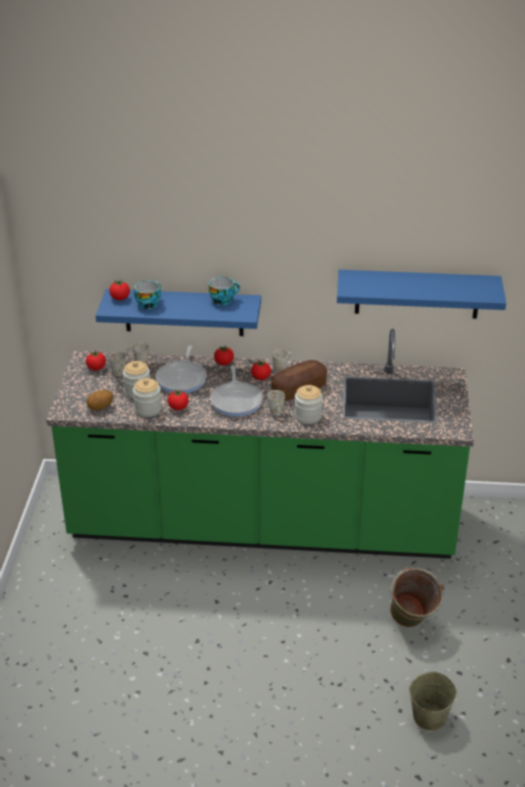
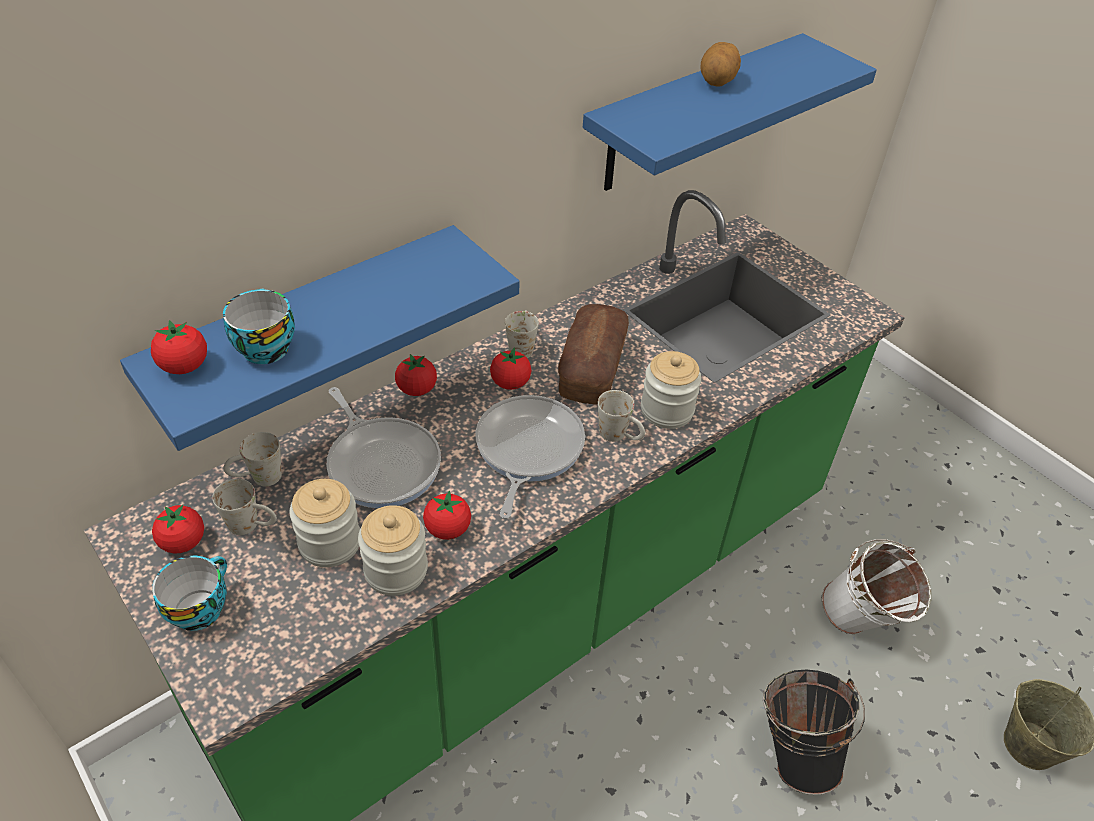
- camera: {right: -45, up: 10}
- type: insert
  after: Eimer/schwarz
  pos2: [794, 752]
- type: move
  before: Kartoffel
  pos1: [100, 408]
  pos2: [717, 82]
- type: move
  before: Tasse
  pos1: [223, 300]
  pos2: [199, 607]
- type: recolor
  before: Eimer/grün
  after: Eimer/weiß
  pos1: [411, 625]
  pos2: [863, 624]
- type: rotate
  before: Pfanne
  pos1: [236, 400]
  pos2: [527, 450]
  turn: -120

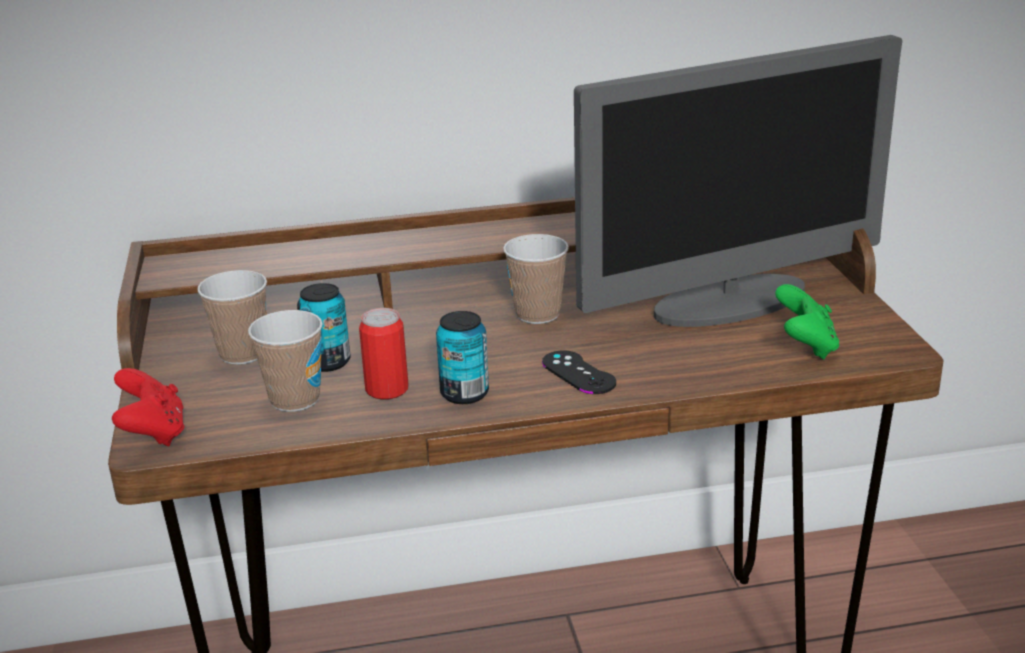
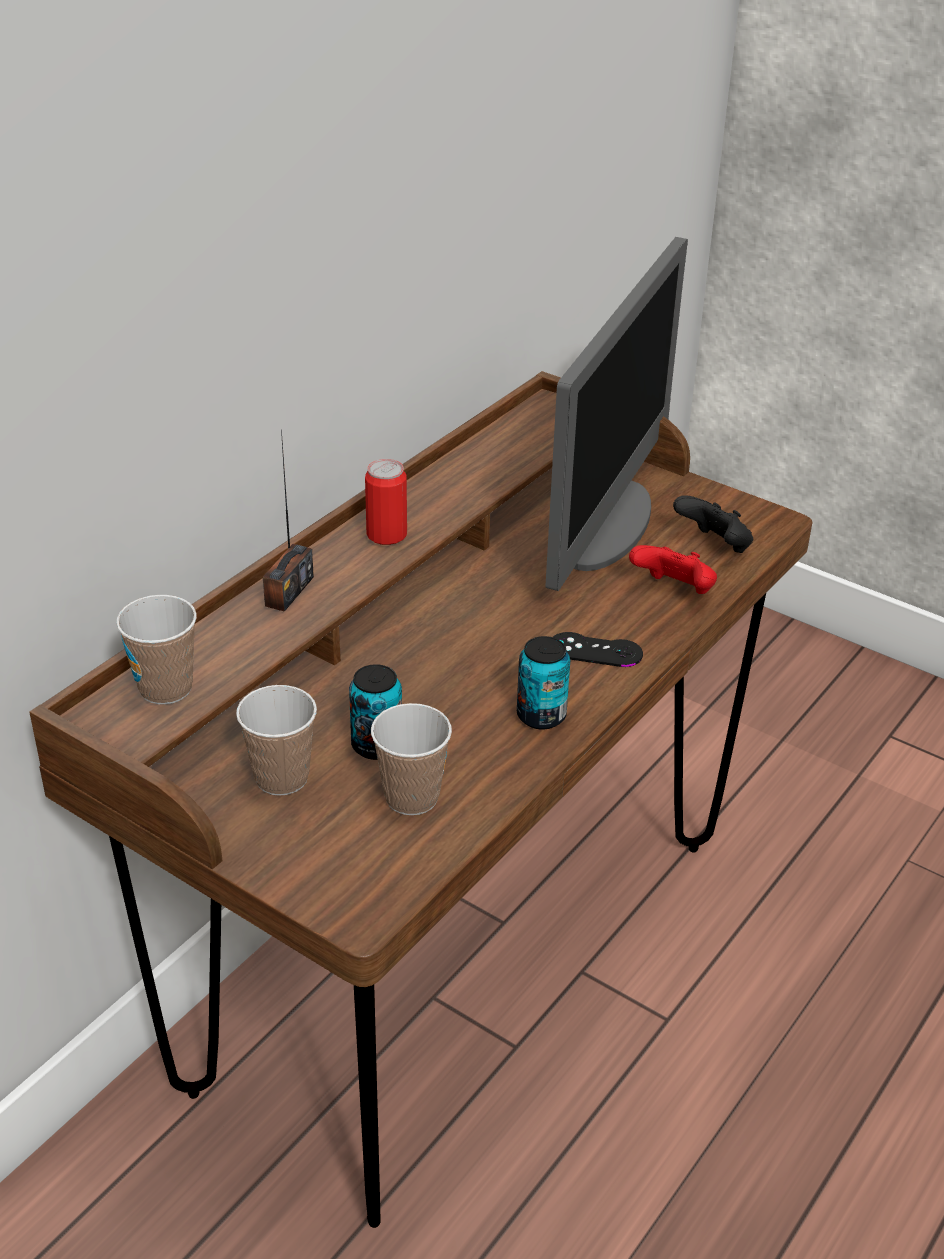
- camera: {right: -45, up: 10}
- type: insert
  after: Radio
  pos2: [289, 591]
- type: move
  before: Gamepad/rot
  pos1: [154, 434]
  pos2: [674, 592]
- type: move
  before: Dose
  pos1: [387, 389]
  pos2: [386, 534]
- type: move
  before: Tasse
  pos1: [537, 314]
  pos2: [166, 688]
- type: recolor
  before: Gamepad/grün
  after: Gamepad/schwarz
  pos1: [805, 347]
  pos2: [714, 546]

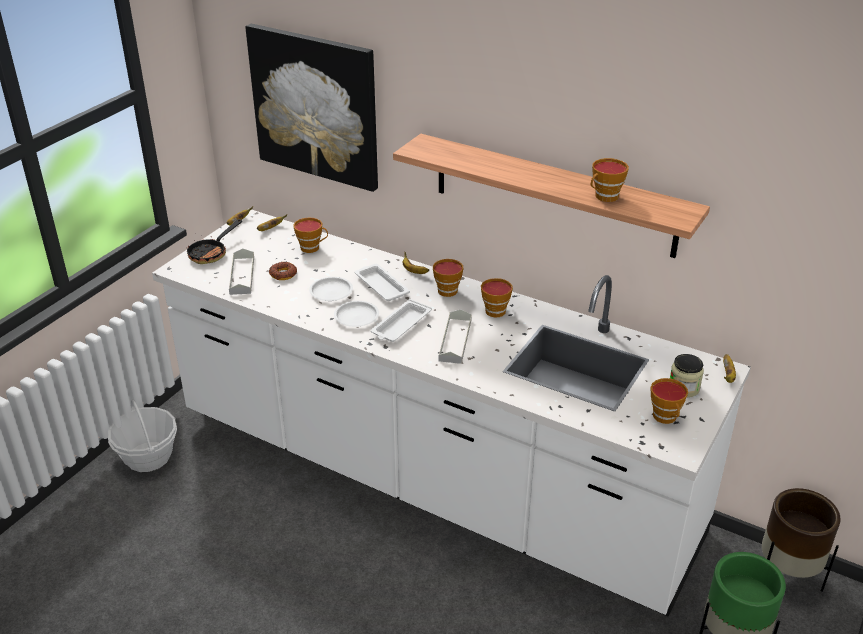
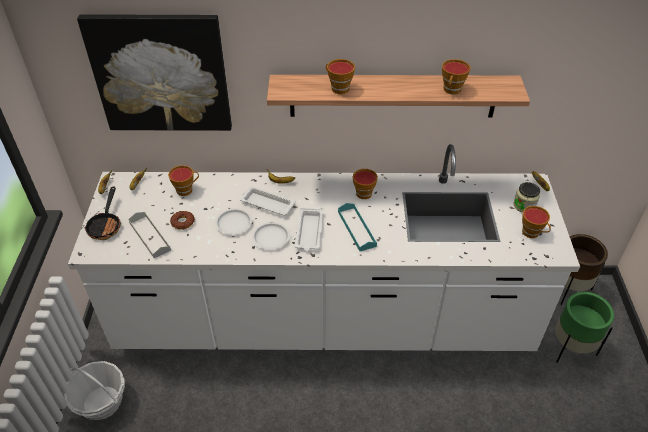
- camera: {right: -30, up: 10}
- type: move
  before: Tasse
  pos1: [446, 289]
  pos2: [338, 88]
- type: recolor
  before: Tablett/grau
  after: Tablett/türkis
  pos1: [455, 340]
  pos2: [356, 229]

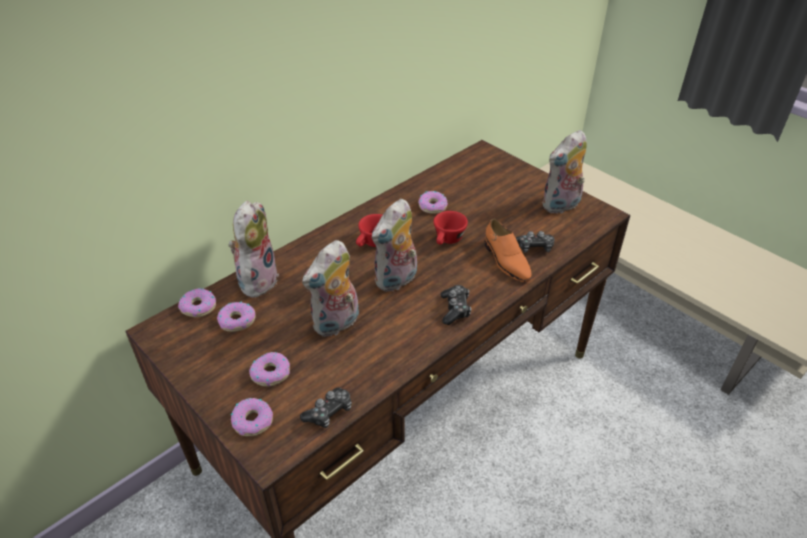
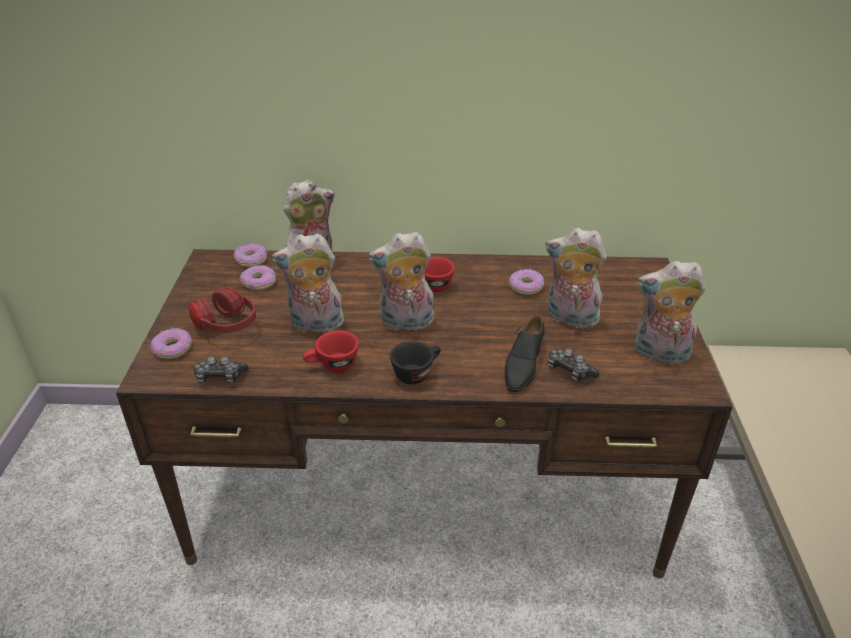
- camera: {right: 45, up: -5}
- type: insert
  after: Plüschtier
  pos2: [569, 319]
- type: move
  before: Tasse/rot
  pos1: [448, 240]
  pos2: [332, 366]
- type: replace
  before: Donut
  after: Kopfhörer/rot
  pos1: [270, 373]
  pos2: [226, 327]
- type: replace
  before: Gamepad
  after: Tasse/schwarz
  pos1: [455, 309]
  pos2: [416, 373]
- type: recolor
  before: Schuh/orange
  after: Schuh/schwarz
  pos1: [506, 261]
  pos2: [522, 366]

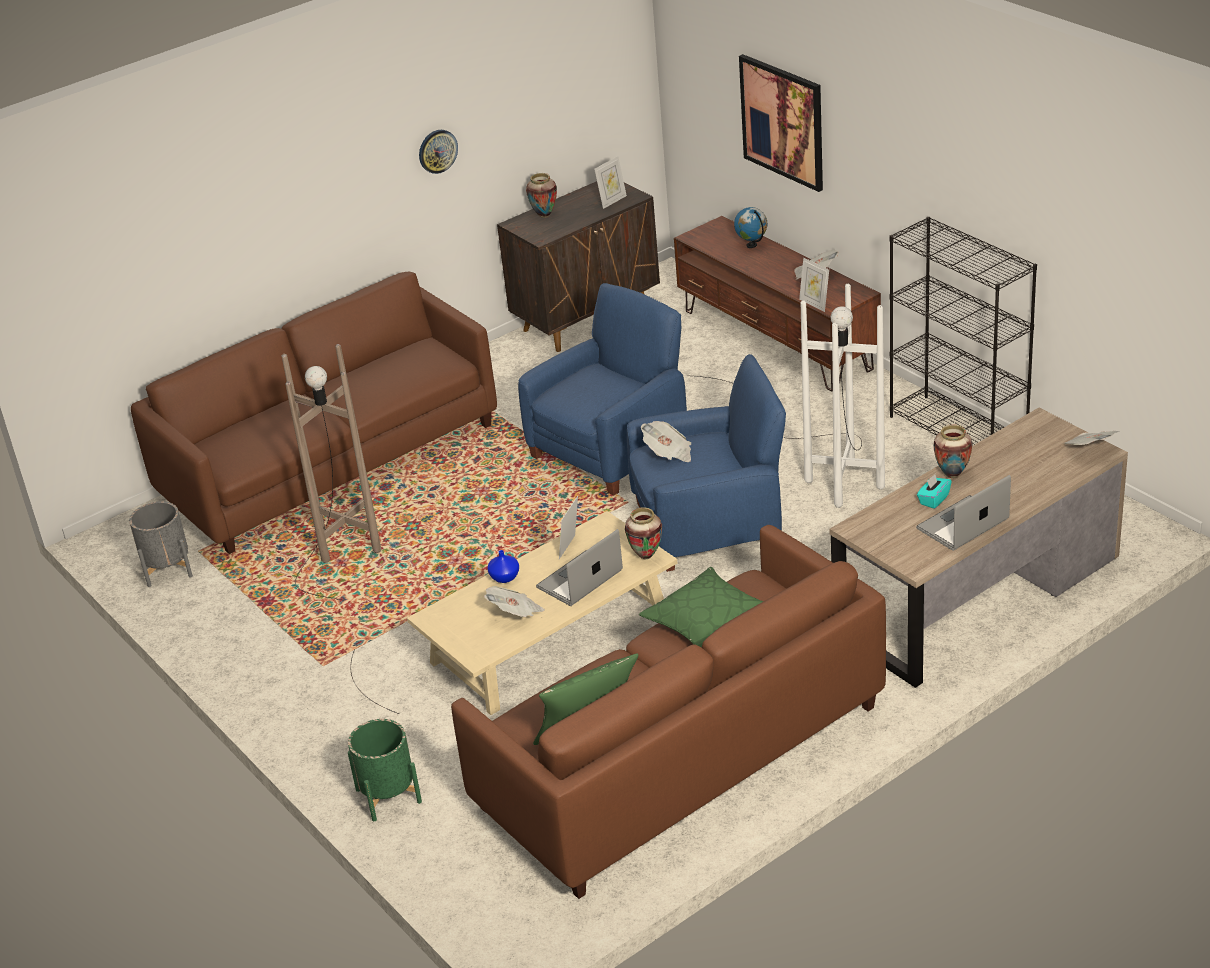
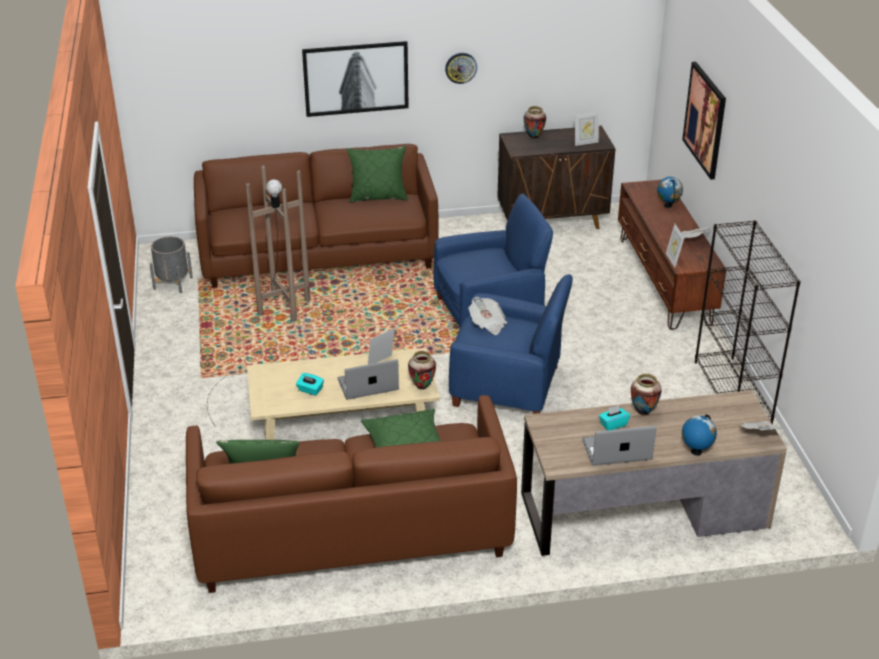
- camera: {right: 25, up: 0}
- type: delete
  before: Pflanzkübel/grün
  pos1: [388, 796]
- type: delete
  before: Vase/blau
  pos1: [505, 578]
- type: delete
  before: Stehlampe/weiß
  pos1: [815, 453]
- type: insert
  after: Bild
  pos2: [356, 78]
- type: insert
  after: Kissen/grün
  pos2: [378, 196]
- type: insert
  after: Globus
  pos2: [696, 452]
- type: replace
  before: Zeitung
  after: Taschentuchbox/türkis
  pos1: [516, 613]
  pos2: [310, 390]

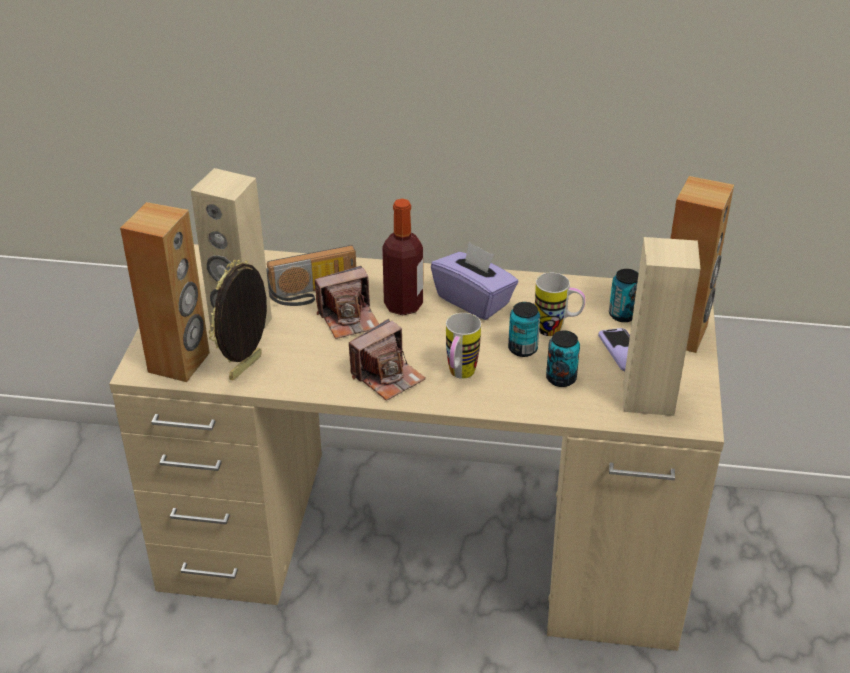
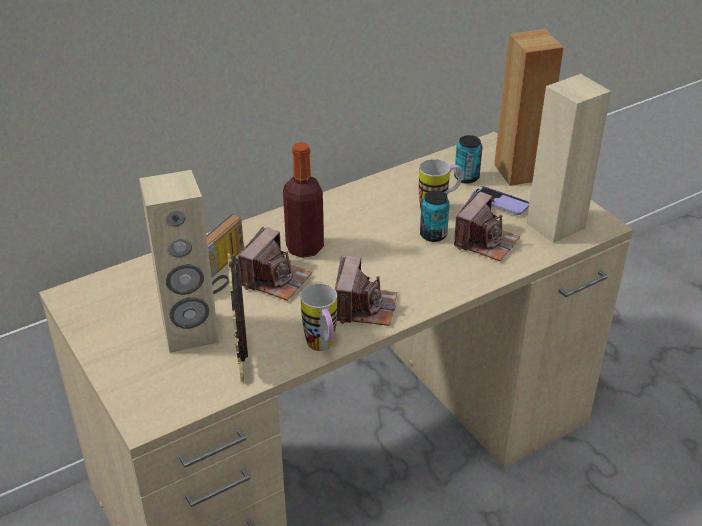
- camera: {right: -40, up: 0}
- type: delete
  before: Lautsprecher/braun
  pos1: [179, 362]
- type: delete
  before: Taschentuchbox/lila
  pos1: [474, 300]
- type: move
  before: Henkelbecher
  pos1: [459, 376]
  pos2: [323, 348]
- type: replace
  before: Dose
  after: Kamera
  pos1: [561, 378]
  pos2: [485, 242]

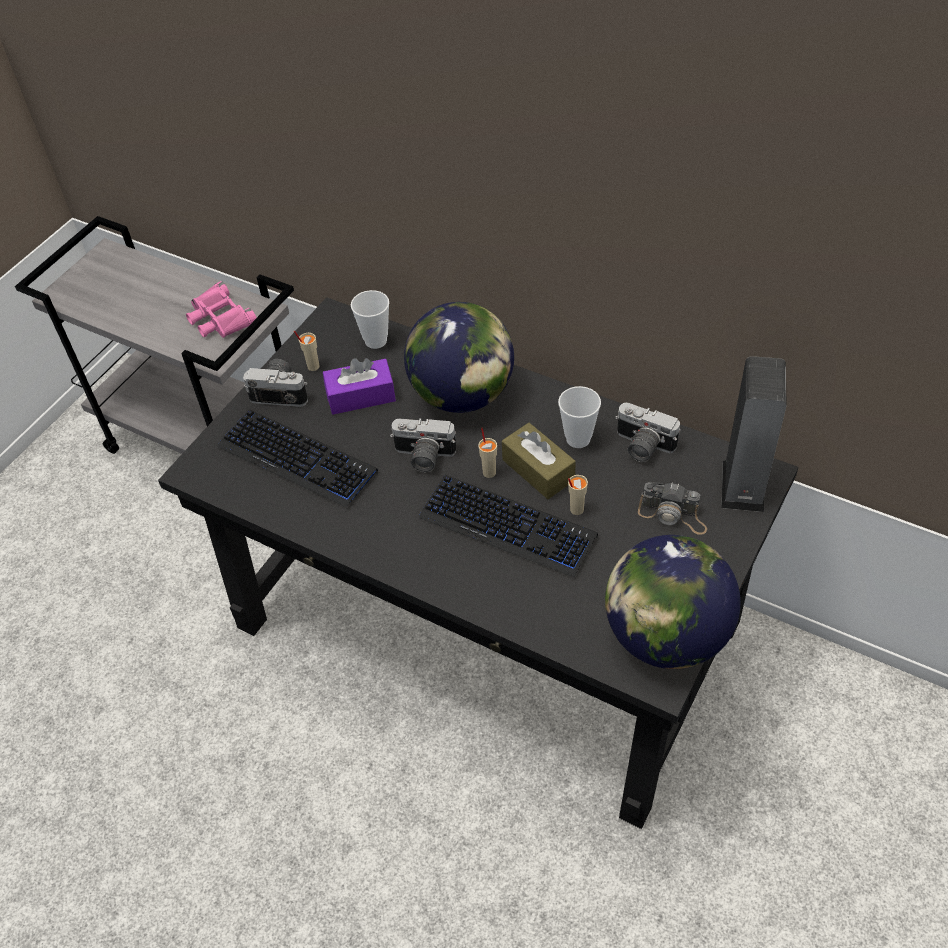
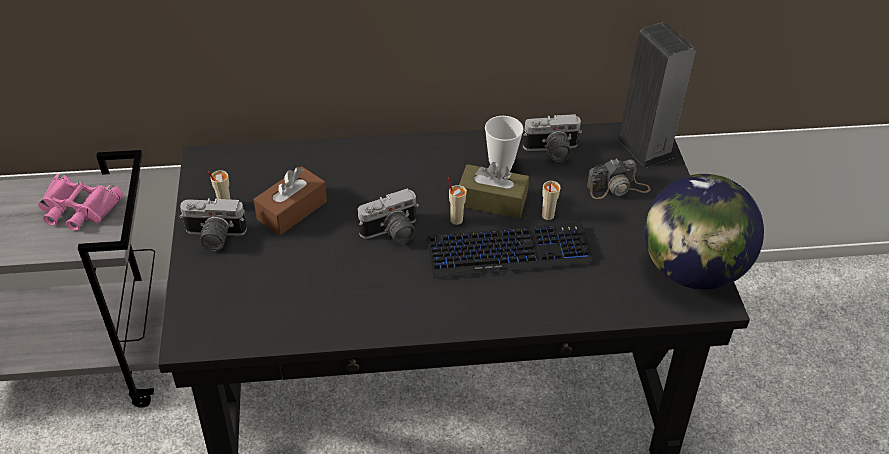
- camera: {right: -40, up: -5}
- type: delete
  before: Tastatur
  pos1: [297, 459]
- type: delete
  before: Tasse
  pos1: [376, 341]
- type: delete
  before: Globus
  pos1: [462, 395]
- type: recolor
  before: Taschentuchbox/lila
  after: Taschentuchbox/braun
  pos1: [361, 396]
  pos2: [292, 210]
- type: rotate
  before: Kamera
  pos1: [281, 391]
  pos2: [213, 237]
  turn: -150

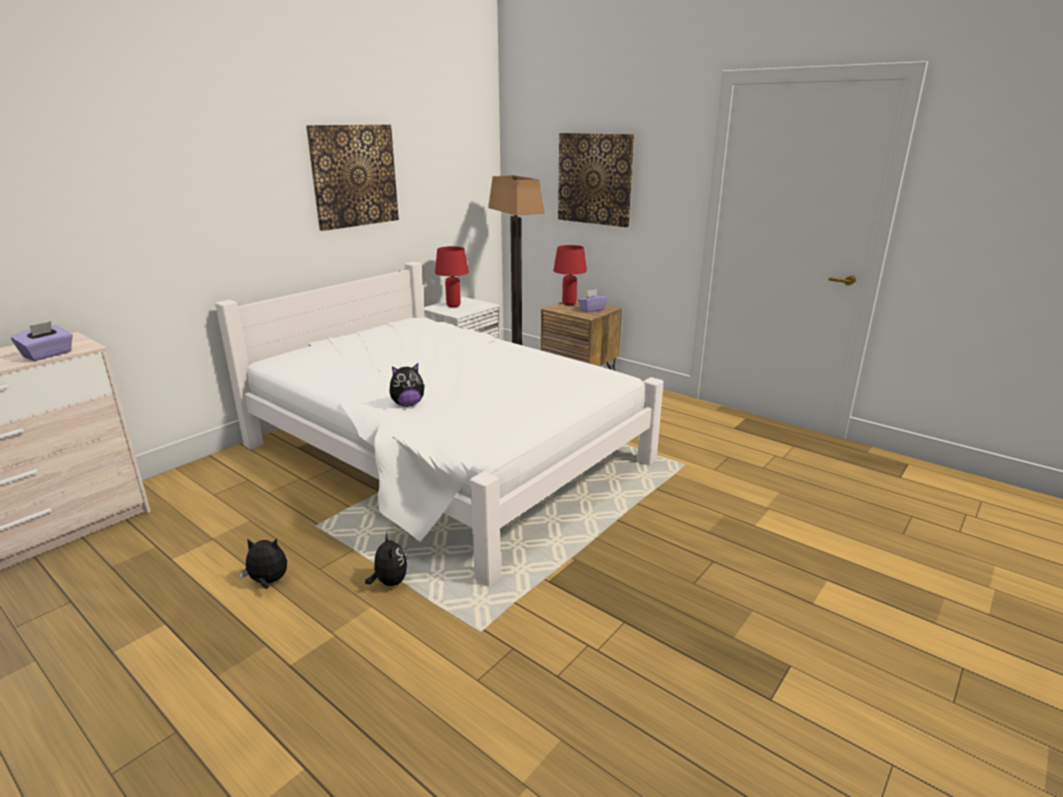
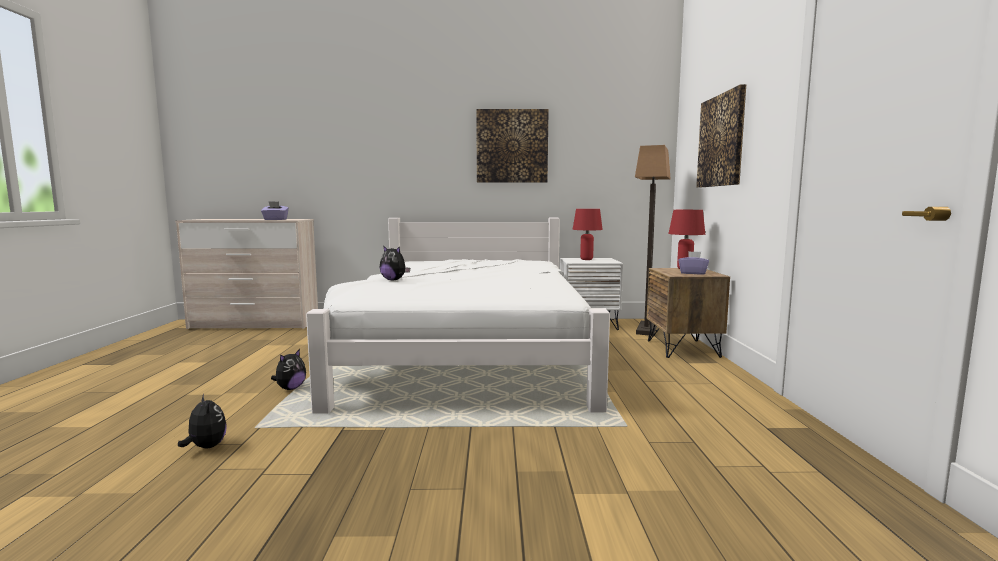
- camera: {right: 50, up: -15}
- type: move
  before: Plüschtier
  pos1: [268, 582]
  pos2: [206, 447]

